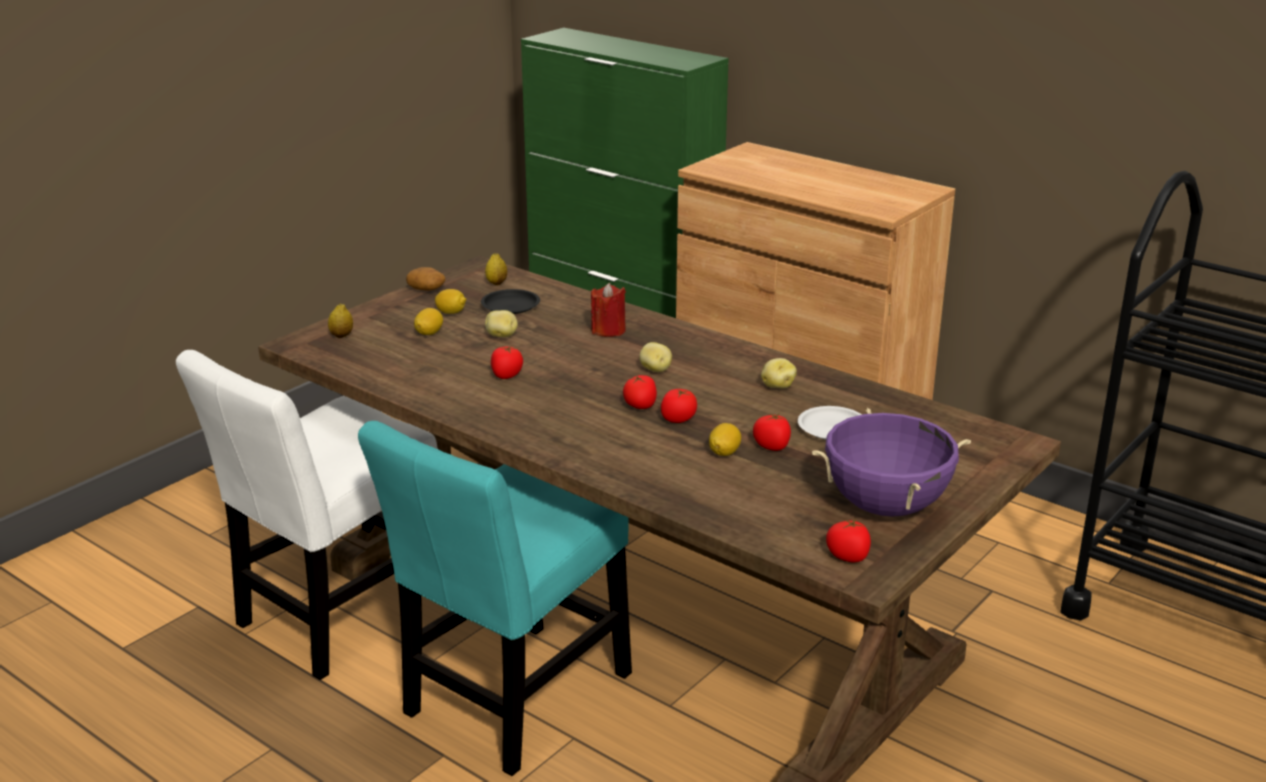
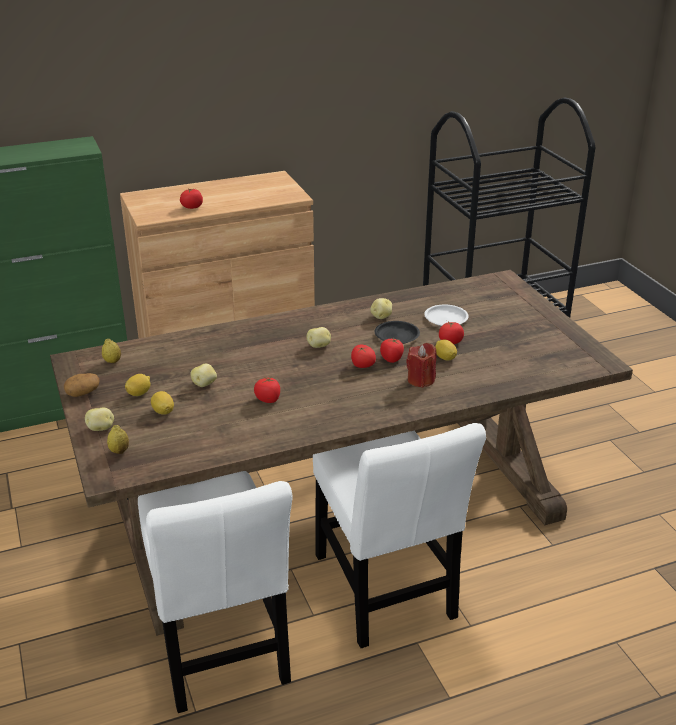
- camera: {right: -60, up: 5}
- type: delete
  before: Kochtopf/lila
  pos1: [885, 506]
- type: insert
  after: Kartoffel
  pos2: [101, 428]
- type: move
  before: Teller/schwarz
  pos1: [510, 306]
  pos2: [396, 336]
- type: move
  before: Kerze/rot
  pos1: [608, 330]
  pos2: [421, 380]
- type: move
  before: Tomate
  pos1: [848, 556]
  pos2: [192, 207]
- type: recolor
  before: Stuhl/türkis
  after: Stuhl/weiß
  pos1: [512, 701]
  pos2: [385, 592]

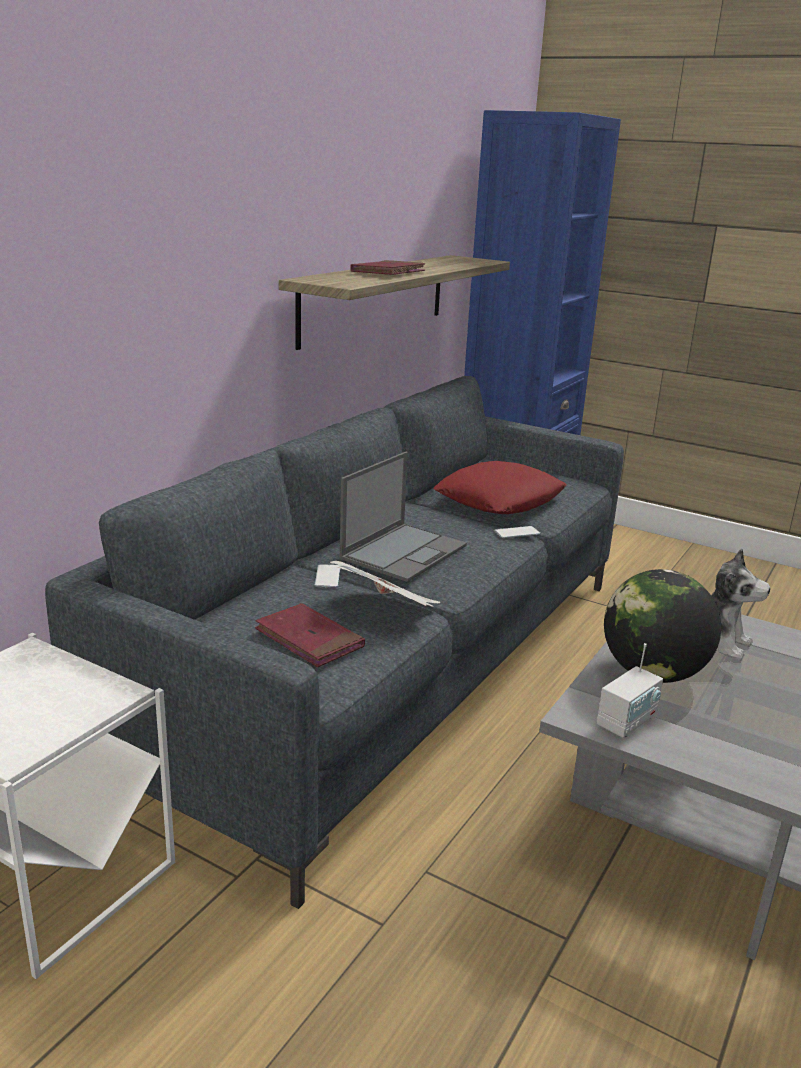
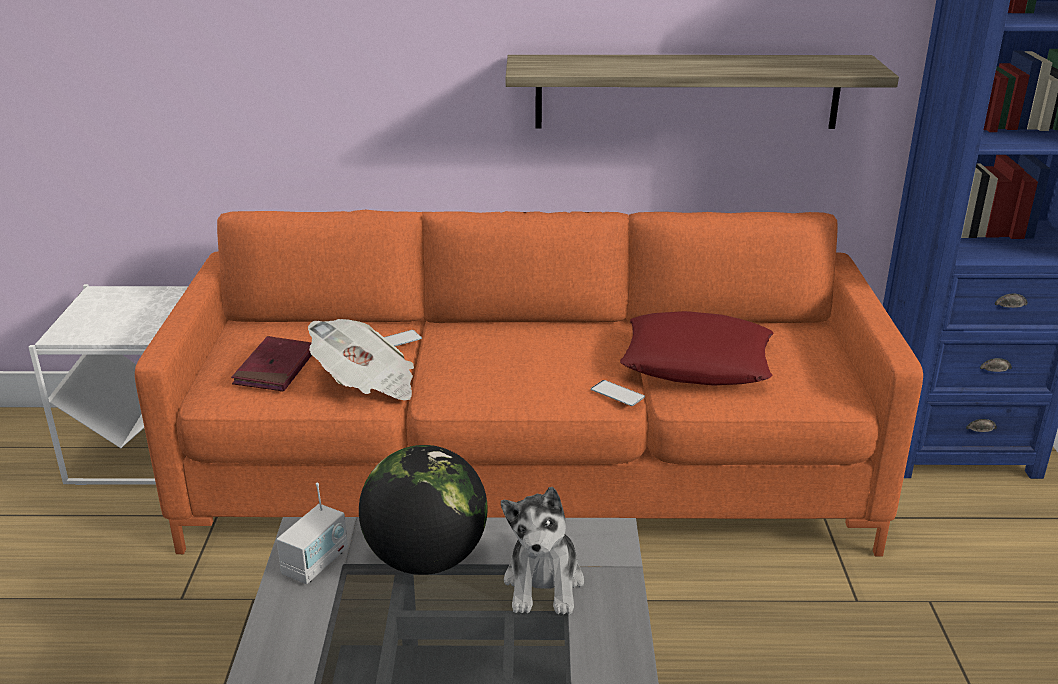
- camera: {right: 60, up: 5}
- type: delete
  before: Laptop
  pos1: [404, 551]
- type: delete
  before: Buch/rot
  pos1: [388, 272]
- type: recolor
  before: Sofa/grau
  after: Sofa/orange
  pos1: [393, 668]
  pos2: [529, 480]
- type: rotate
  before: Radio
  pos1: [627, 721]
  pos2: [316, 563]
  turn: -75

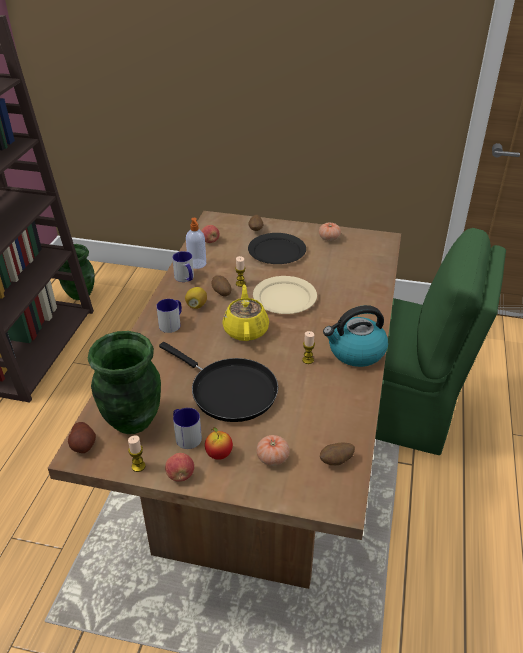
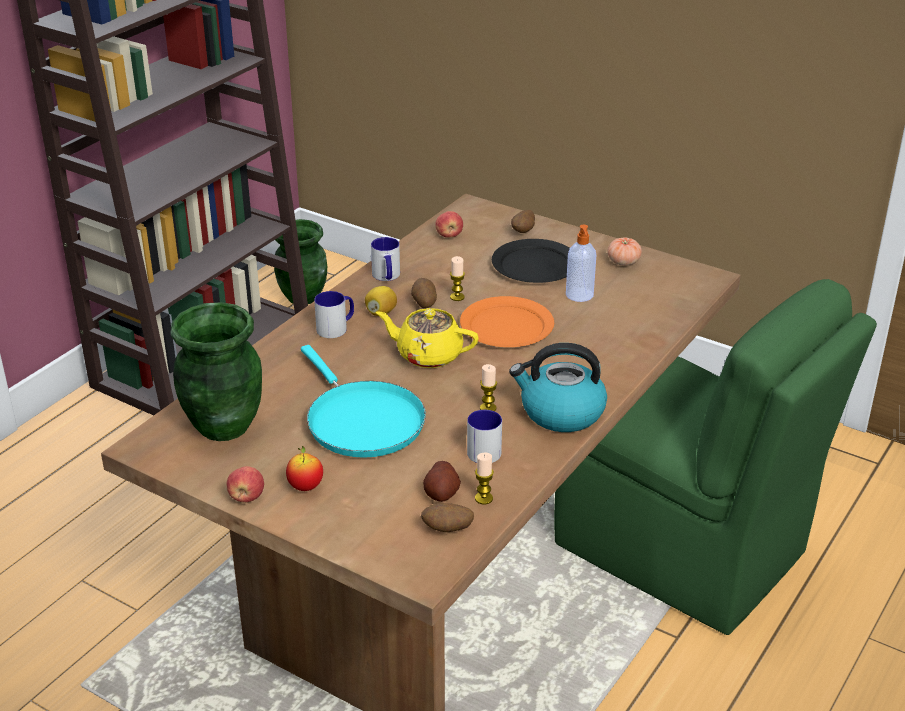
- camera: {right: 20, up: -5}
- type: delete
  before: Tomate
  pos1: [272, 458]
- type: move
  before: Kartoffel
  pos1: [83, 445]
  pos2: [442, 493]
- type: move
  before: Kerze
  pos1: [138, 466]
  pos2: [483, 498]
- type: move
  before: Henkelbecher
  pos1: [185, 436]
  pos2: [482, 449]
- type: move
  before: Seifenspender
  pos1: [197, 264]
  pos2: [579, 295]
- type: recolor
  before: Pfanne/schwarz
  after: Pfanne/türkis
  pos1: [229, 391]
  pos2: [361, 421]
- type: recolor
  before: Teller/beige
  after: Teller/orange
  pos1: [284, 298]
  pos2: [506, 327]
- type: rotate
  before: Teekanne/gelb
  pos1: [246, 330]
  pos2: [428, 355]
  turn: -90

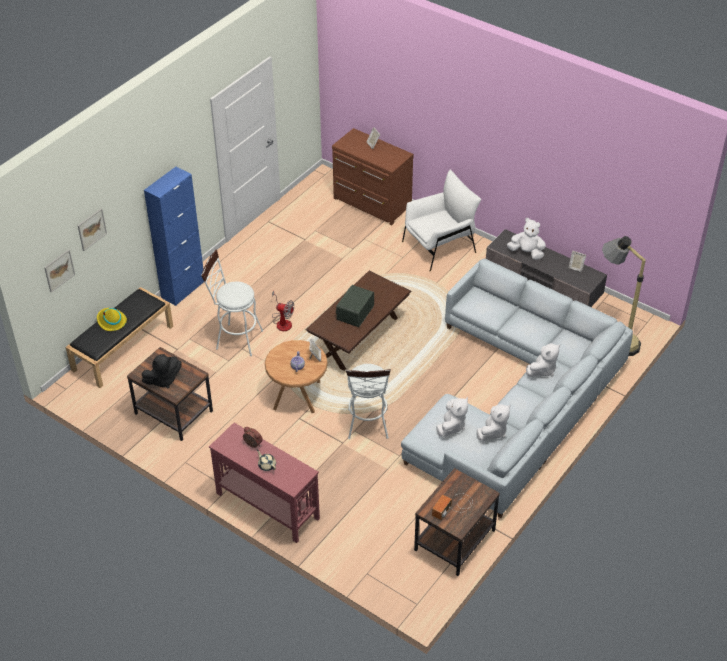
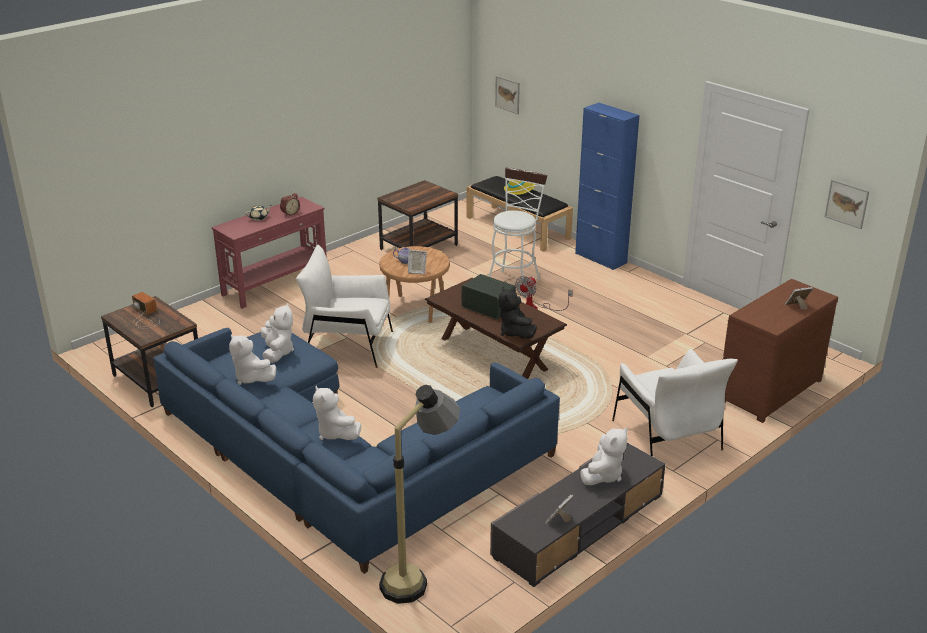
- camera: {right: 100, up: -15}
- type: move
  before: Bild
  pos1: [91, 229]
  pos2: [847, 203]
- type: move
  before: Plüschtier/schwarz
  pos1: [163, 380]
  pos2: [515, 333]
- type: replace
  before: Hocker/weiß
  after: Sessel/weiß
  pos1: [368, 427]
  pos2: [348, 346]
- type: recolor
  before: Sofa/grau
  after: Sofa/blau
  pos1: [516, 400]
  pos2: [339, 455]
- type: rotate
  before: Plüschtier/weiß
  pos1: [451, 426]
  pos2: [277, 352]
  turn: -135

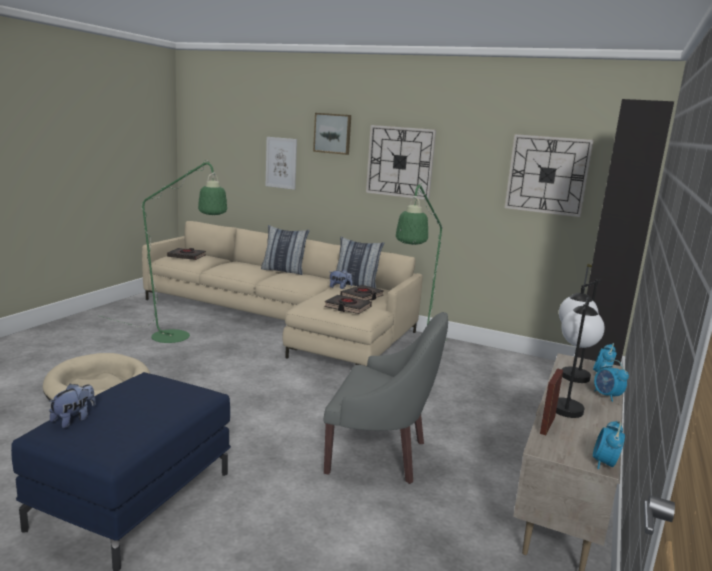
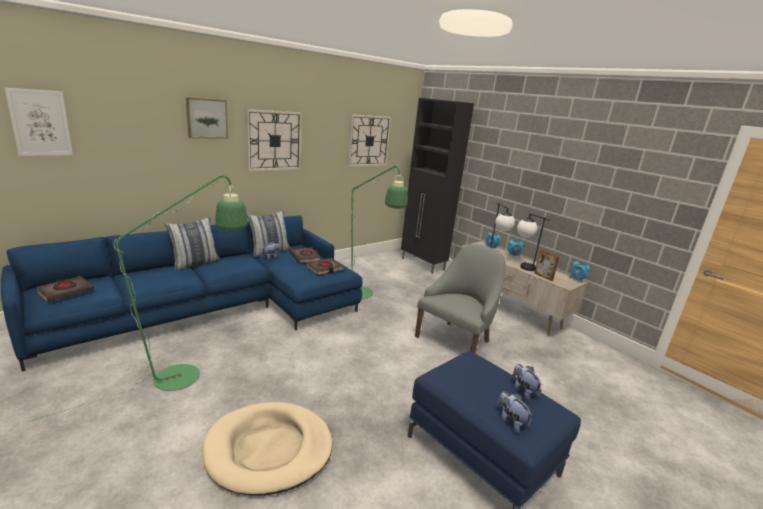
- camera: {right: -65, up: 5}
- type: insert
  after: Plüschtier
  pos2: [523, 391]
- type: move
  before: Bild
  pos1: [281, 163]
  pos2: [40, 123]
- type: recolor
  before: Sofa/beige
  after: Sofa/blau
  pos1: [283, 322]
  pos2: [217, 309]

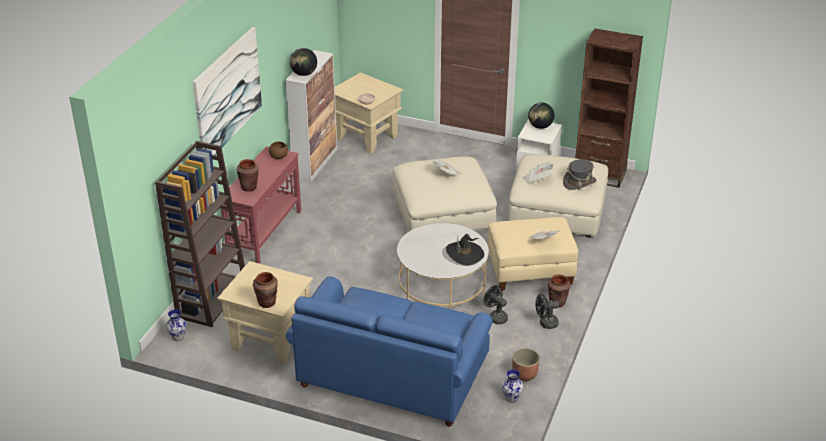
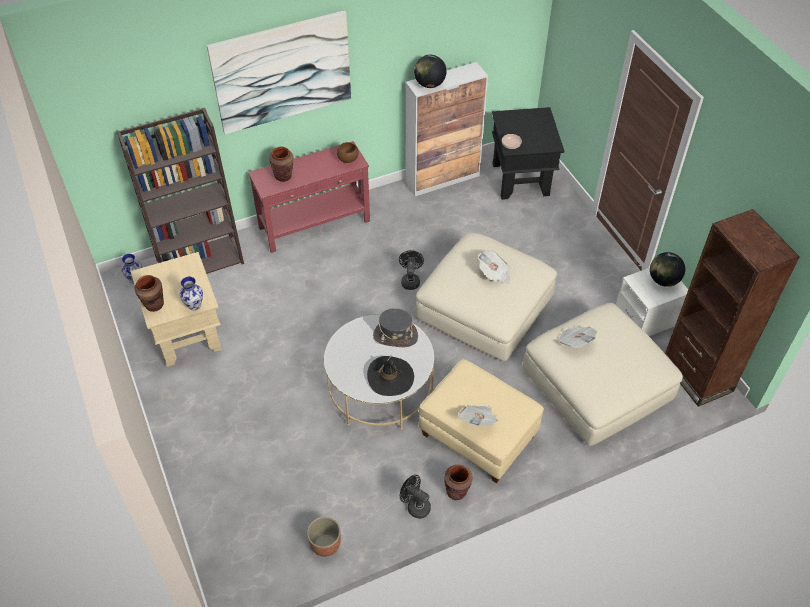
- camera: {right: 45, up: 15}
- type: delete
  before: Sofa/blau
  pos1: [392, 373]
- type: move
  before: Ventilator/schwarz
  pos1: [496, 317]
  pos2: [410, 280]
- type: move
  before: Vase
  pos1: [511, 398]
  pos2: [194, 305]
- type: move
  before: Hut/grau
  pos1: [579, 182]
  pos2: [395, 336]
- type: recolor
  before: Beistelltisch/beige
  after: Beistelltisch/schwarz
  pos1: [366, 137]
  pos2: [521, 179]

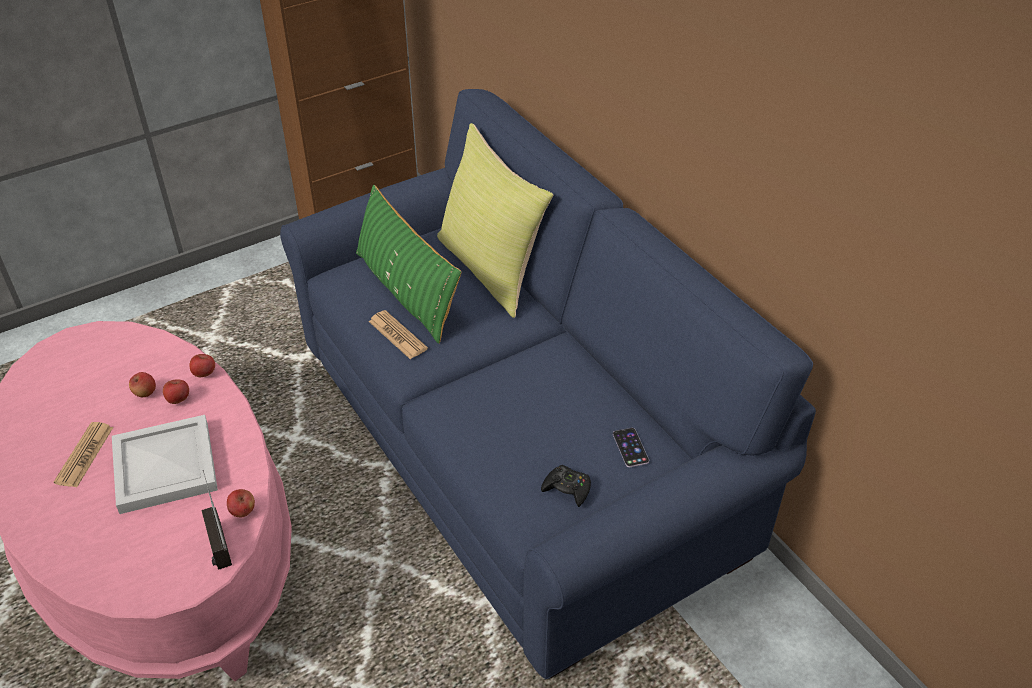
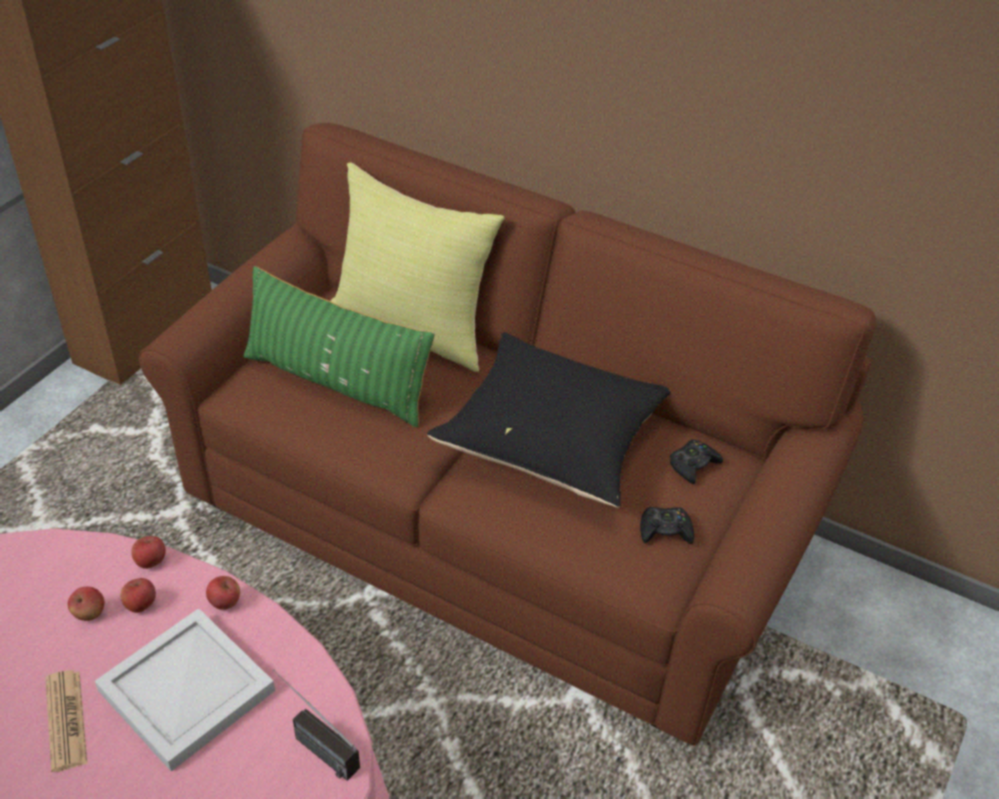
- camera: {right: -30, up: 0}
- type: delete
  before: Zeitung
  pos1: [397, 335]
- type: insert
  after: Kissen/schwarz
  pos2: [553, 442]
- type: move
  before: Apfel
  pos1: [243, 511]
  pos2: [225, 602]
- type: replace
  before: Handy
  after: Gamepad/schwarz
  pos1: [630, 447]
  pos2: [693, 465]
- type: recolor
  before: Sofa/blau
  after: Sofa/braun
  pos1: [516, 450]
  pos2: [494, 524]

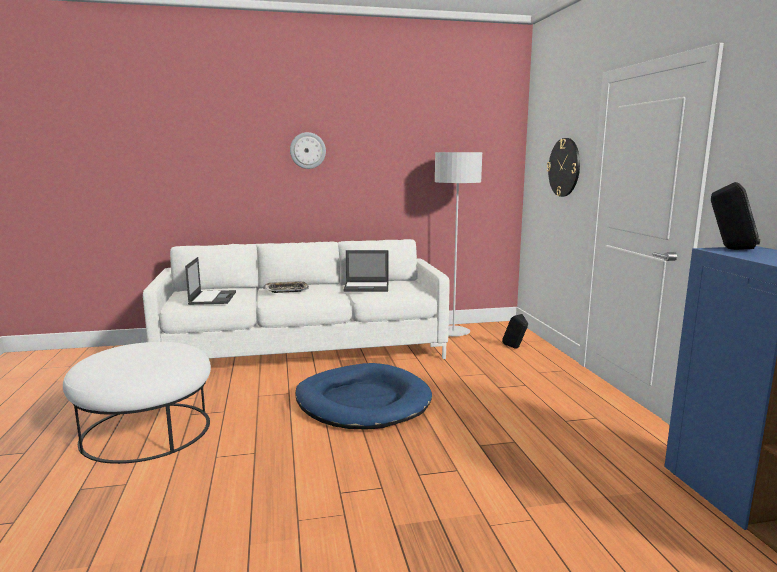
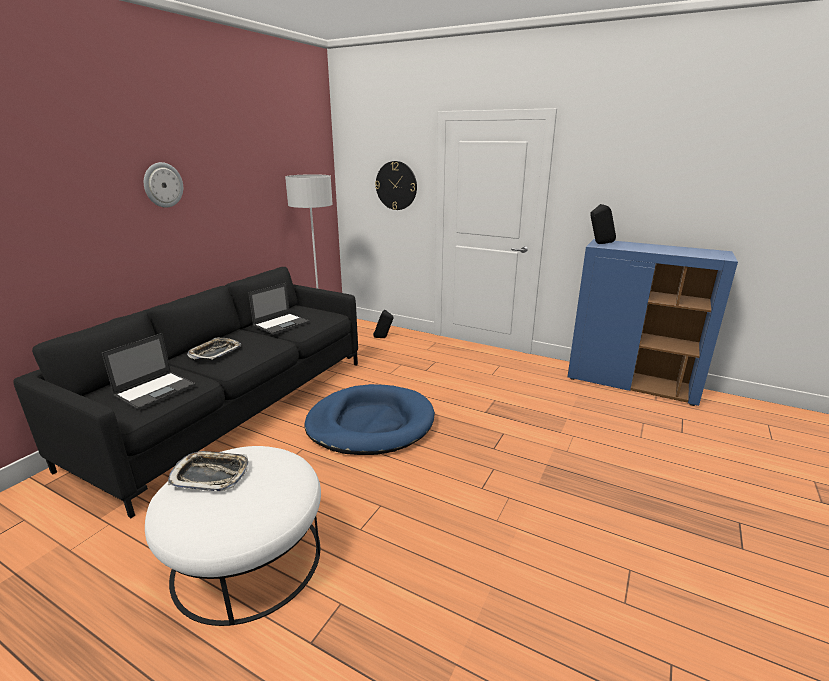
- camera: {right: -50, up: 10}
- type: insert
  after: Tablett
  pos2: [211, 475]
- type: recolor
  before: Sofa/weiß
  after: Sofa/schwarz
  pos1: [304, 351]
  pos2: [234, 408]
- type: rotate
  before: Laptop
  pos1: [212, 298]
  pos2: [156, 390]
  turn: 90

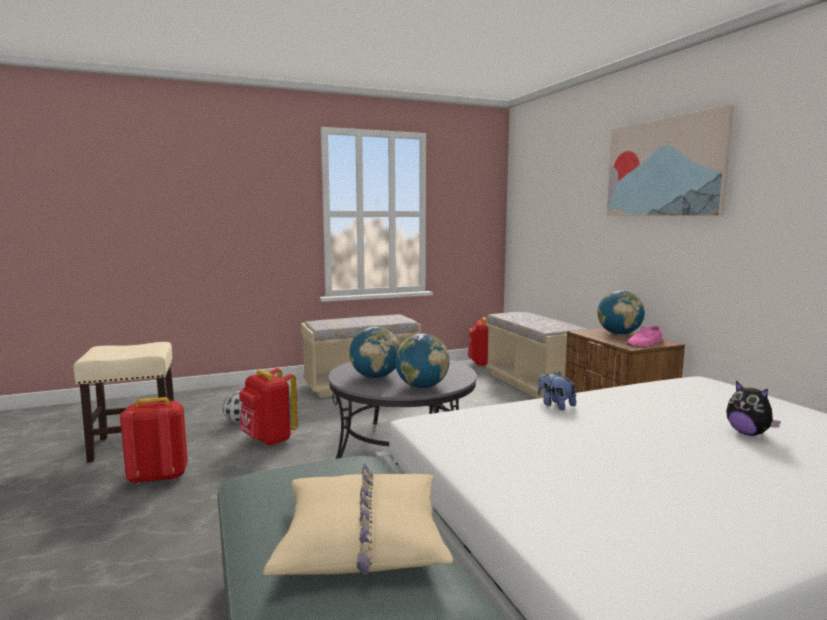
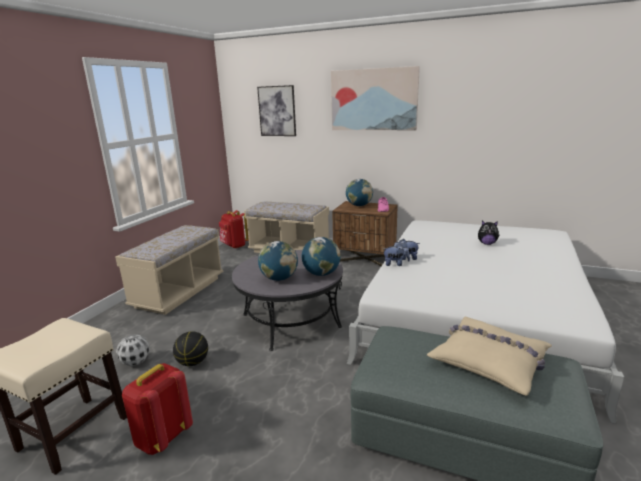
- camera: {right: -45, up: 10}
- type: insert
  after: Bild
  pos2: [277, 111]
- type: insert
  after: Plüschtier
  pos2: [395, 264]
- type: replace
  before: Rucksack/rot
  after: Basketball
  pos1: [268, 440]
  pos2: [193, 362]

